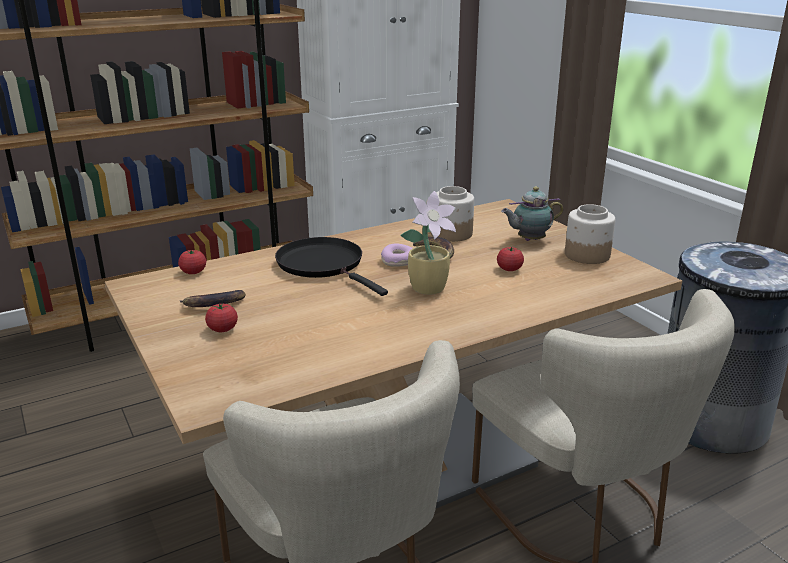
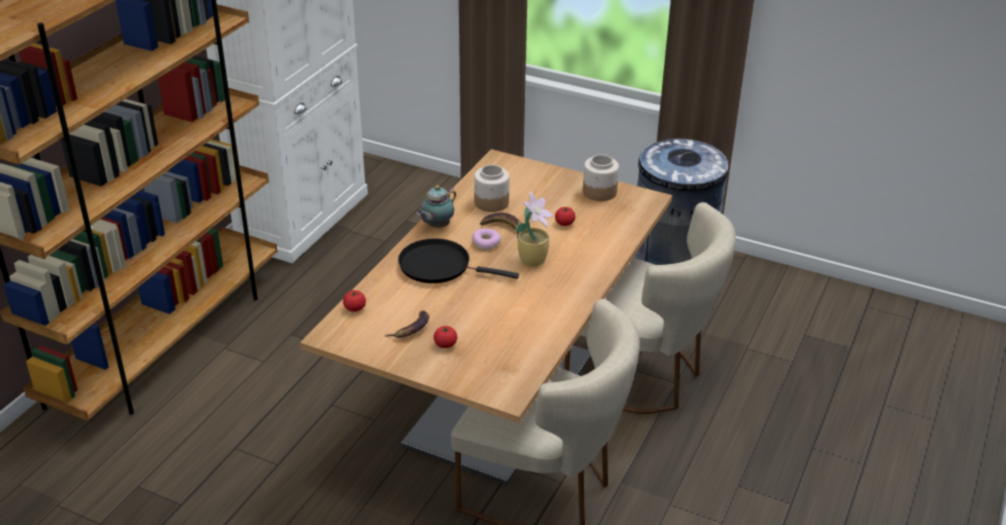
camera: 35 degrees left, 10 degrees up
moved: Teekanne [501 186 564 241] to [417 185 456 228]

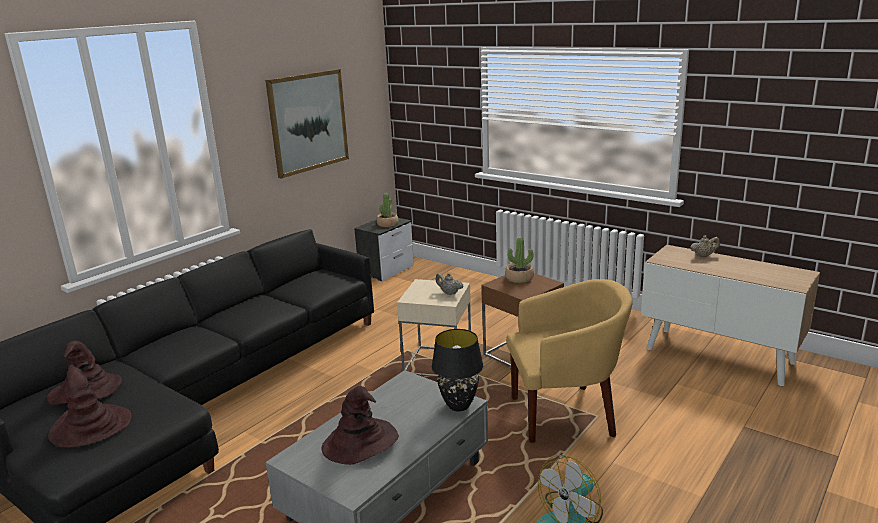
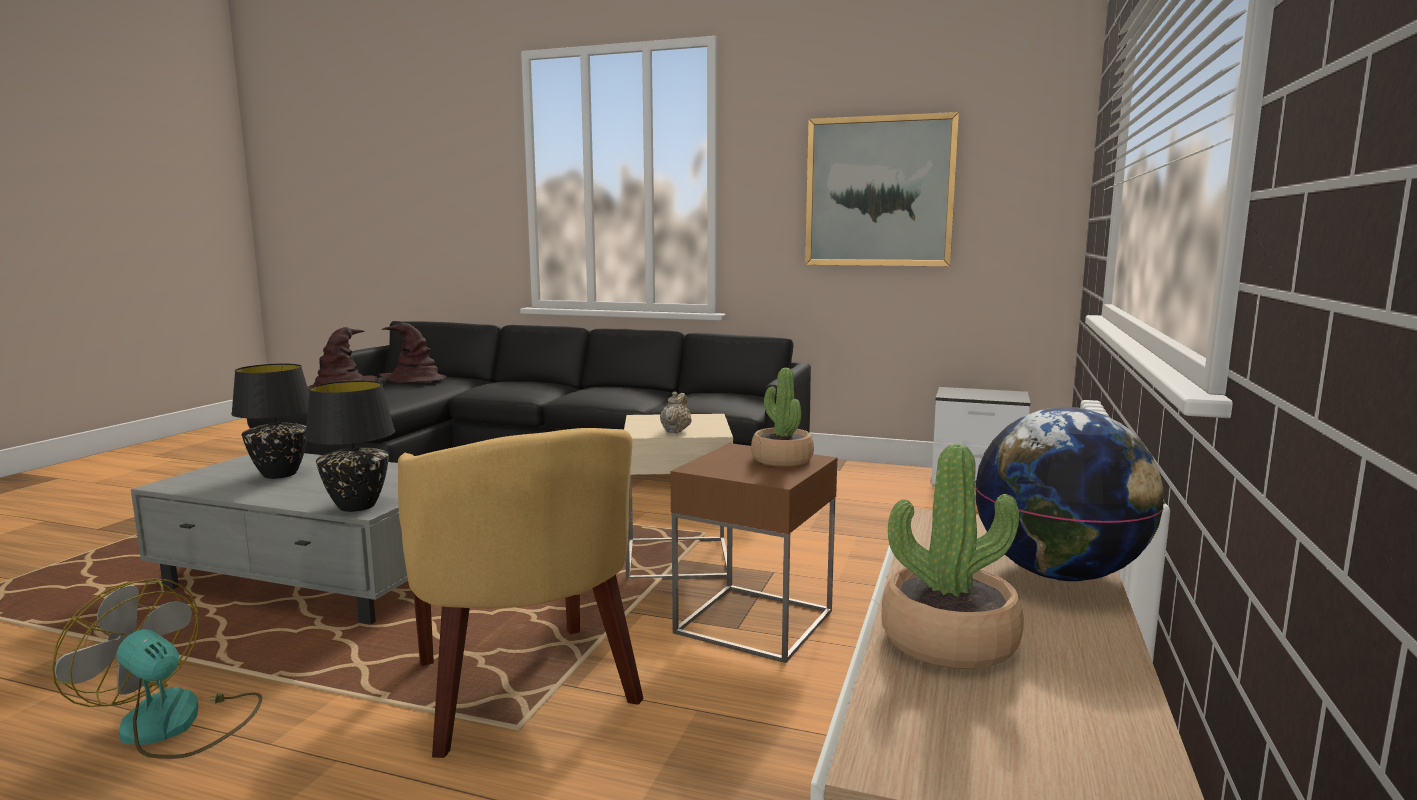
camera: 70 degrees right, 10 degrees down
moved: Topfpflanze [377 193 399 227] to [882 444 1024 669]
replaced: Hut [braun] [322 386 399 465] to Tischlampe [schwarz] [231 364 309 479]; Teekanne [beige] [690 235 720 257] to Globus [975 407 1164 581]

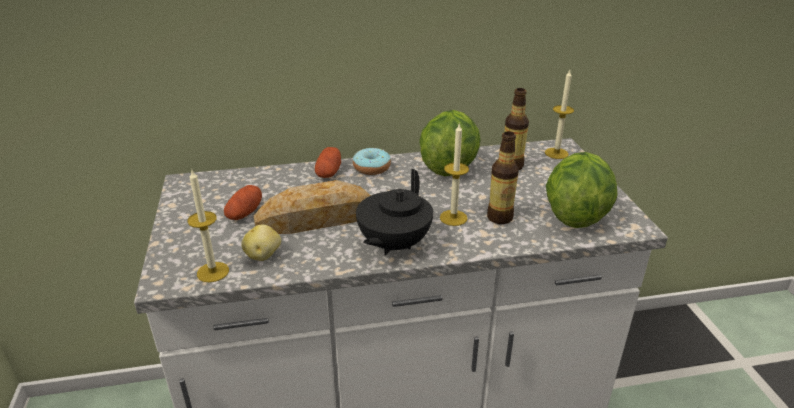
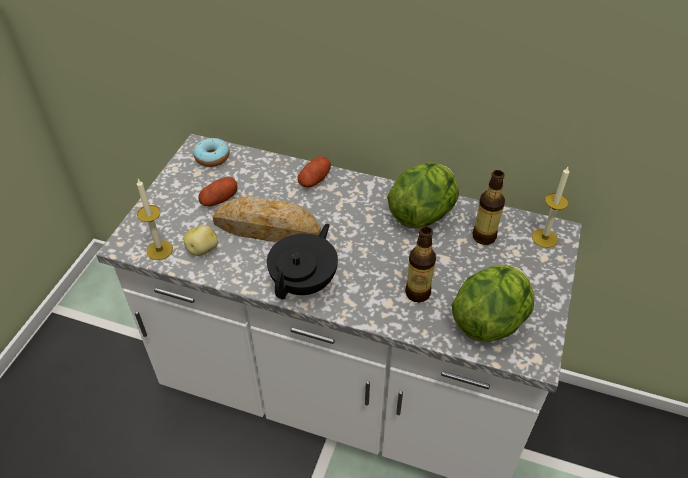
camera: 30 degrees right, 15 degrees up
removed: Kerze [440 124 469 226]
moved: Donut [353 148 391 175] to [193 138 230 167]
turned: Teekanne [schwarz] [356 169 433 255] = [267 223 338 299] 150 degrees clockwise

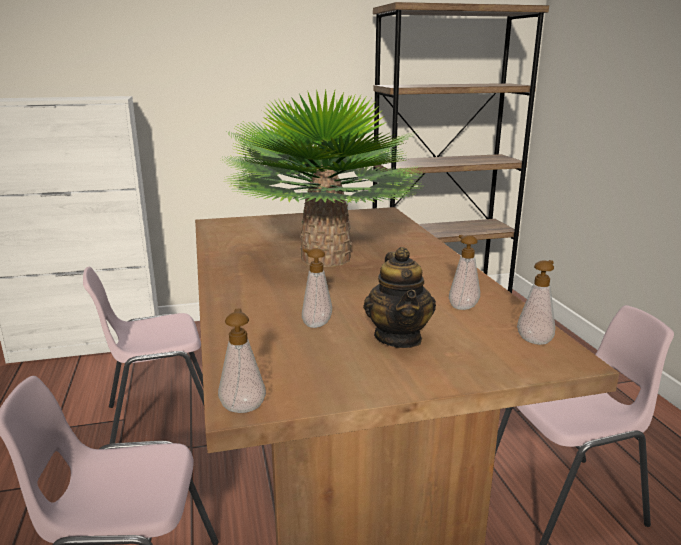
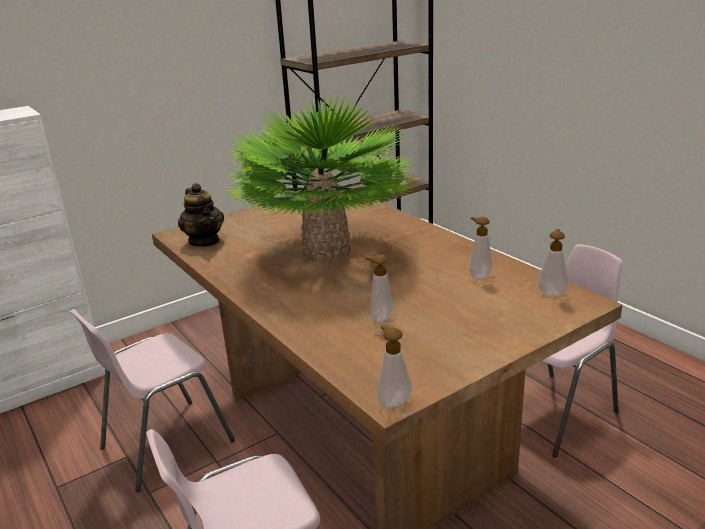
camera: 20 degrees left, 5 degrees up
moved: Teekanne [363 247 436 348] to [178 183 224 247]

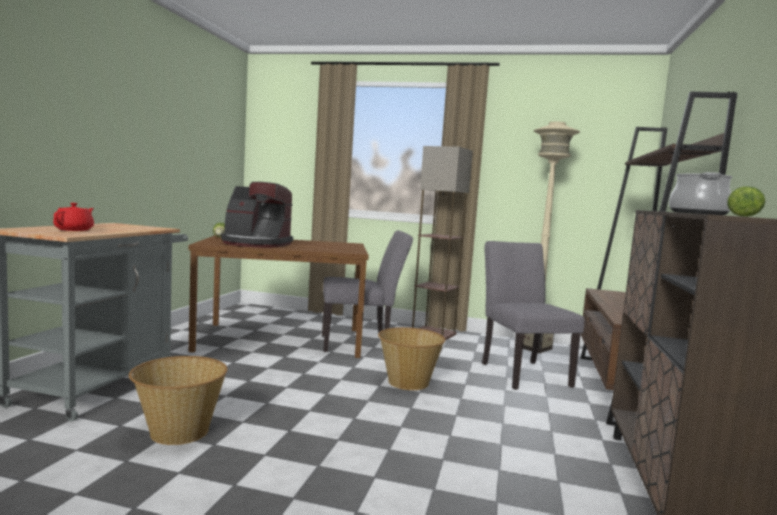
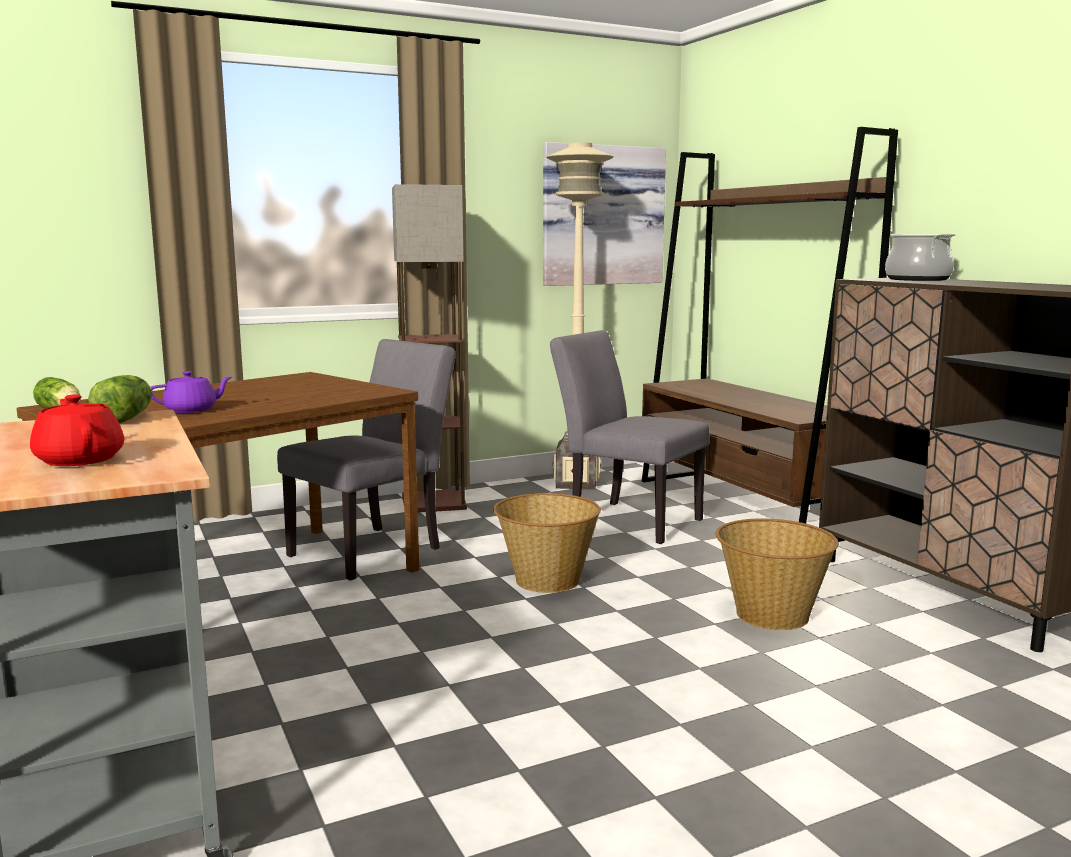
camera: 40 degrees left, 5 degrees up
added: Bild [543 142 666 286]
moved: Korb [129 356 228 445] to [716 518 839 630]; Salatkopf [727 187 765 217] to [88 375 152 423]
replaced: Kaffeemaschine [221 182 293 248] to Teekanne [lila] [151 371 232 413]

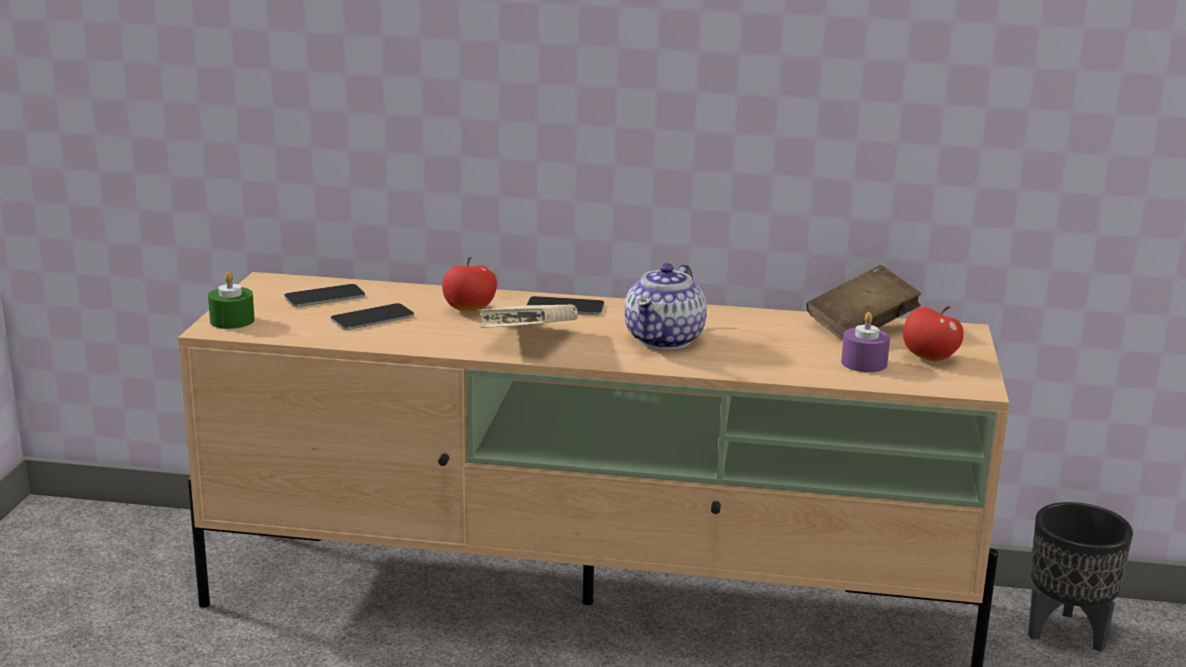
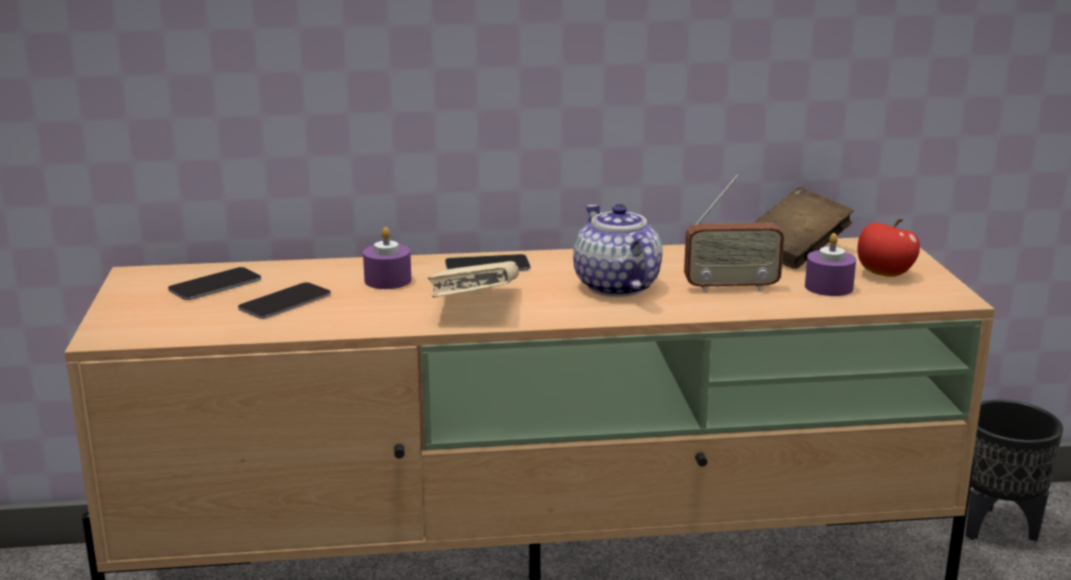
camera: 15 degrees left, 0 degrees up
removed: Kerze [grün] [208 272 255 329]
added: Radio [684 175 784 293]
replaced: Apfel [442 257 497 311] to Kerze [lila] [363 227 412 289]
turned: Teekanne [625 263 707 350] = [573 204 662 297] 150 degrees clockwise

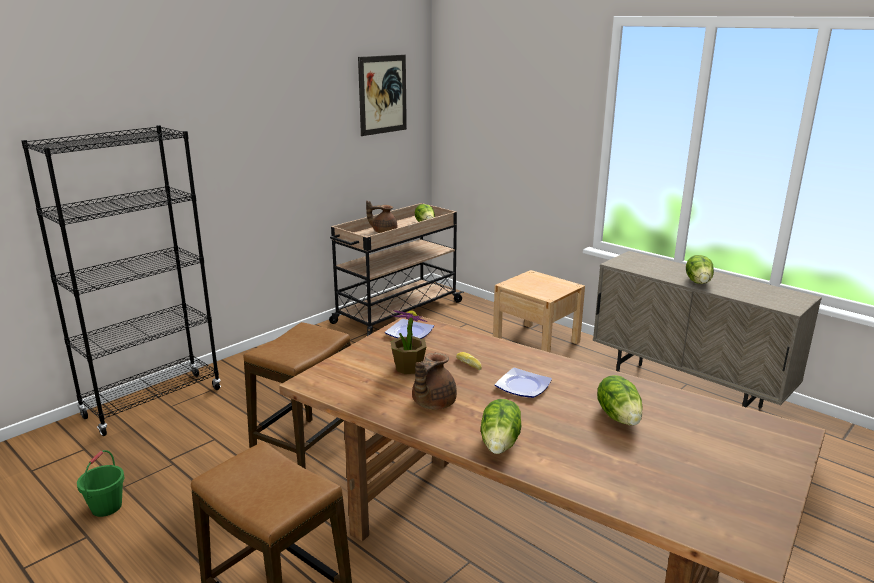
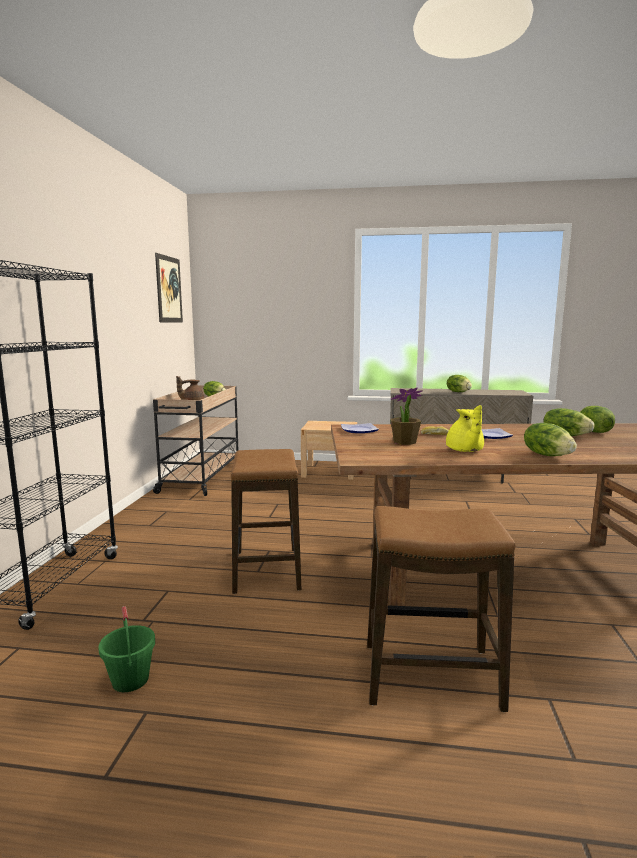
camera: 35 degrees left, 10 degrees down
added: Salatkopf [580 406 615 433]
recoloured: Teekanne [braun] [412 353 457 410] to Teekanne [gelb] [446 405 484 452]

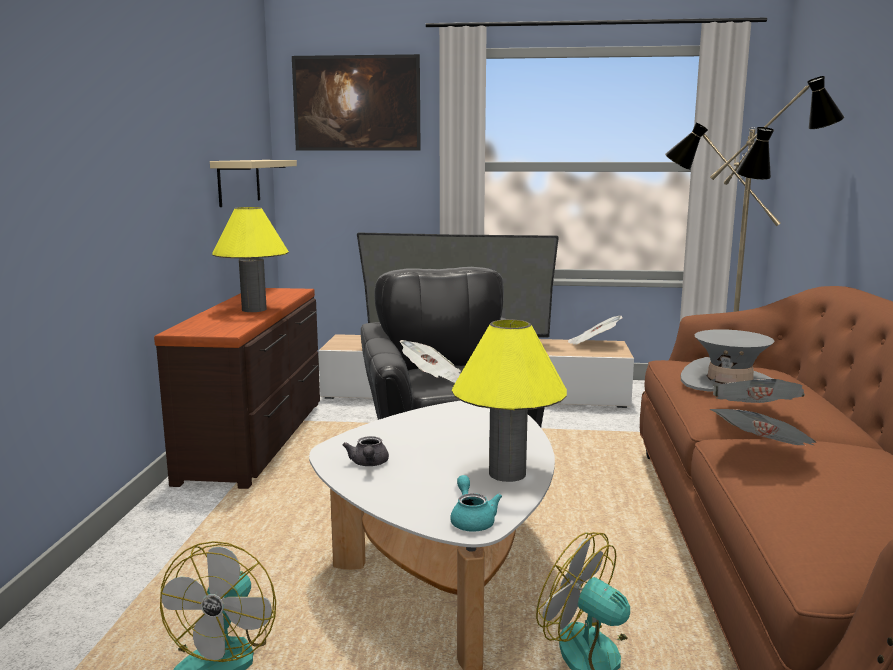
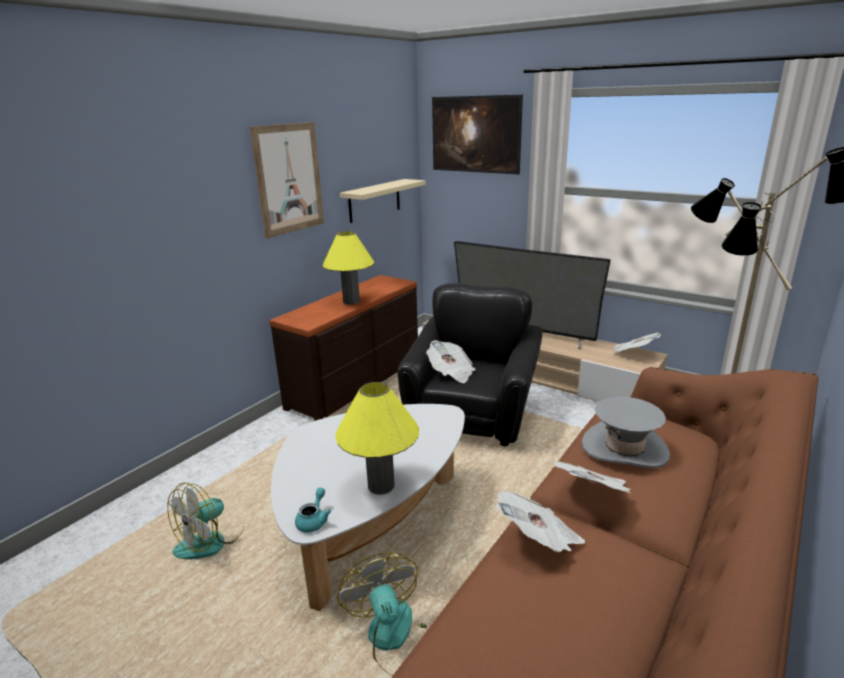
camera: 30 degrees right, 10 degrees up
removed: Teekanne [grau] [343 436 389 466]
added: Bild [250 122 324 239]

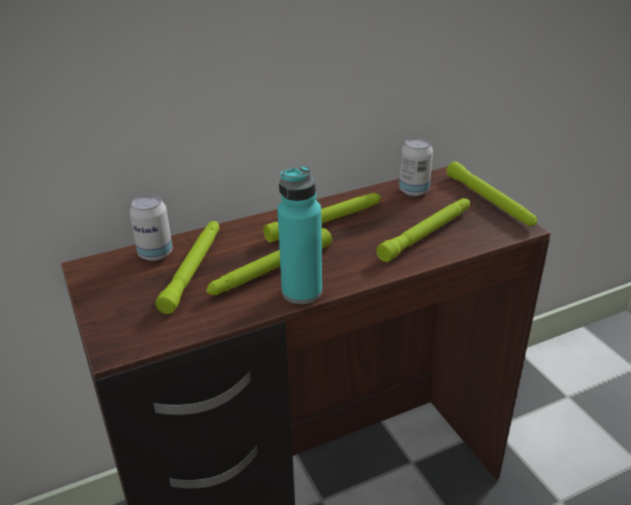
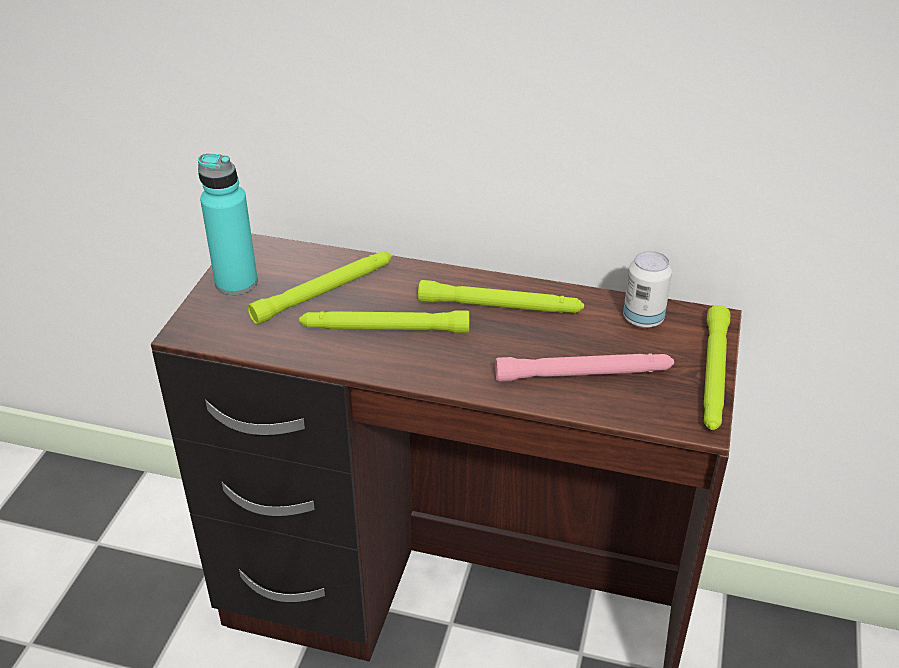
camera: 40 degrees right, 5 degrees up
removed: Dose [129 195 173 261]
moved: Flasche [türkis] [277 166 322 304] to [198 153 258 295]
recoloured: Taschenlampe [grün] [376 198 470 262] to Taschenlampe [rosa] [495 354 674 382]

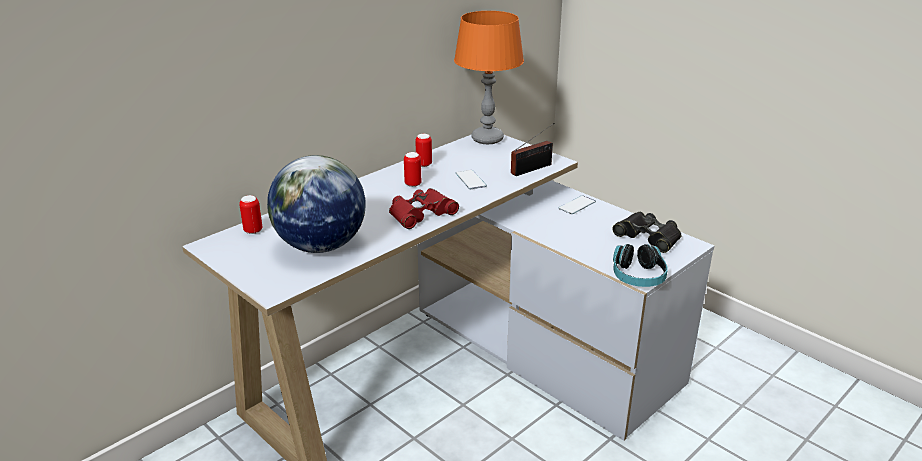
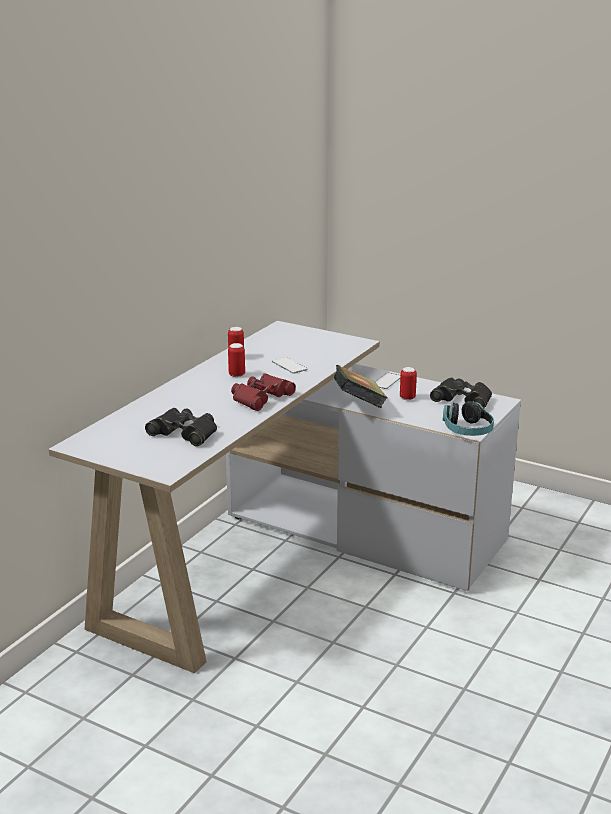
camera: 15 degrees left, 5 degrees down
removed: Tischlampe [orange] [454 11 524 144]; Radio [511 123 555 176]
added: Buch [334 365 387 408]
moved: Dose [239 195 262 234] to [400 367 417 400]
replaced: Globus [267 155 366 253] to Fernglas [schwarz] [145 408 217 447]

